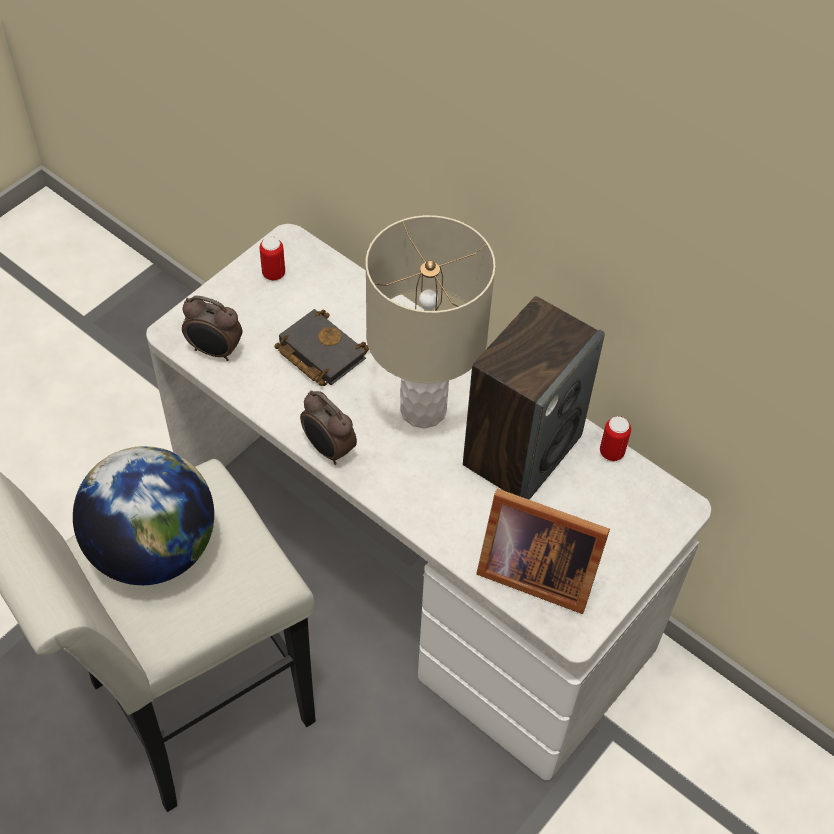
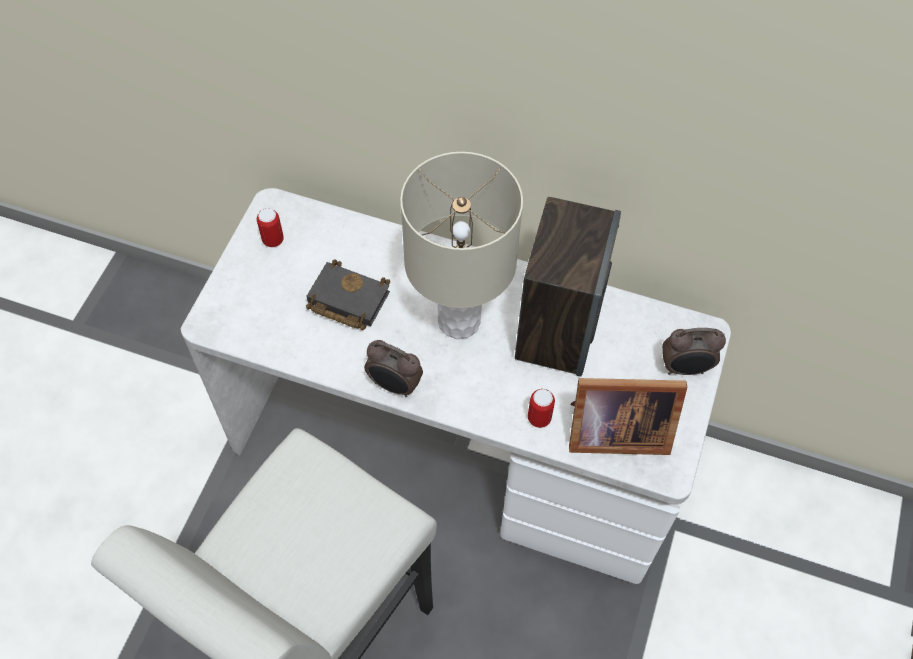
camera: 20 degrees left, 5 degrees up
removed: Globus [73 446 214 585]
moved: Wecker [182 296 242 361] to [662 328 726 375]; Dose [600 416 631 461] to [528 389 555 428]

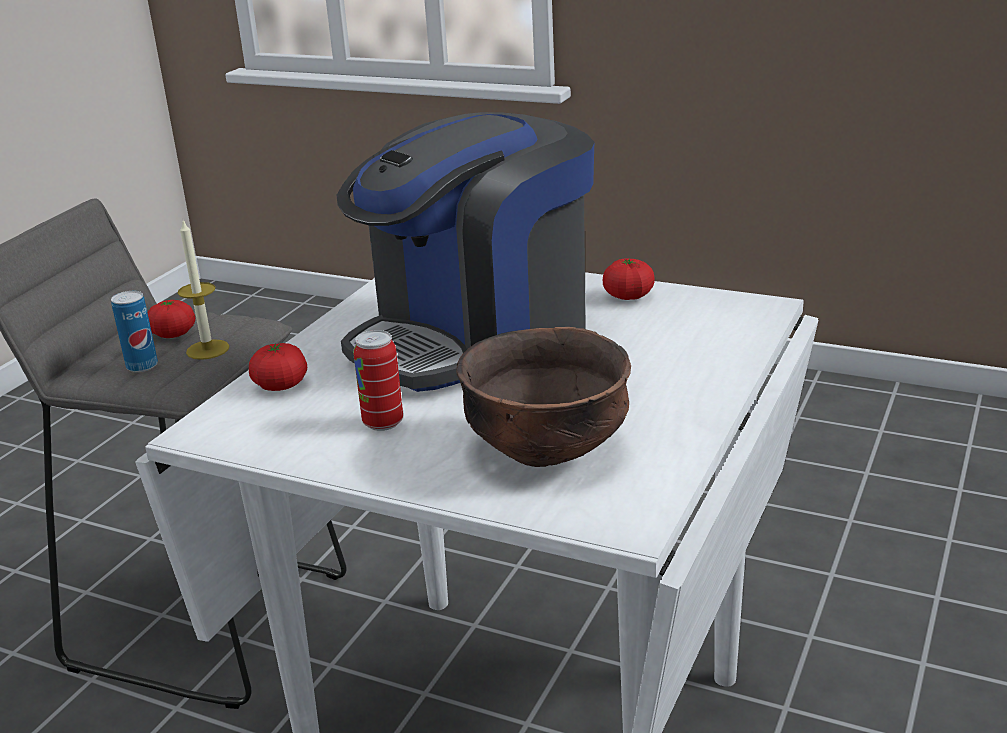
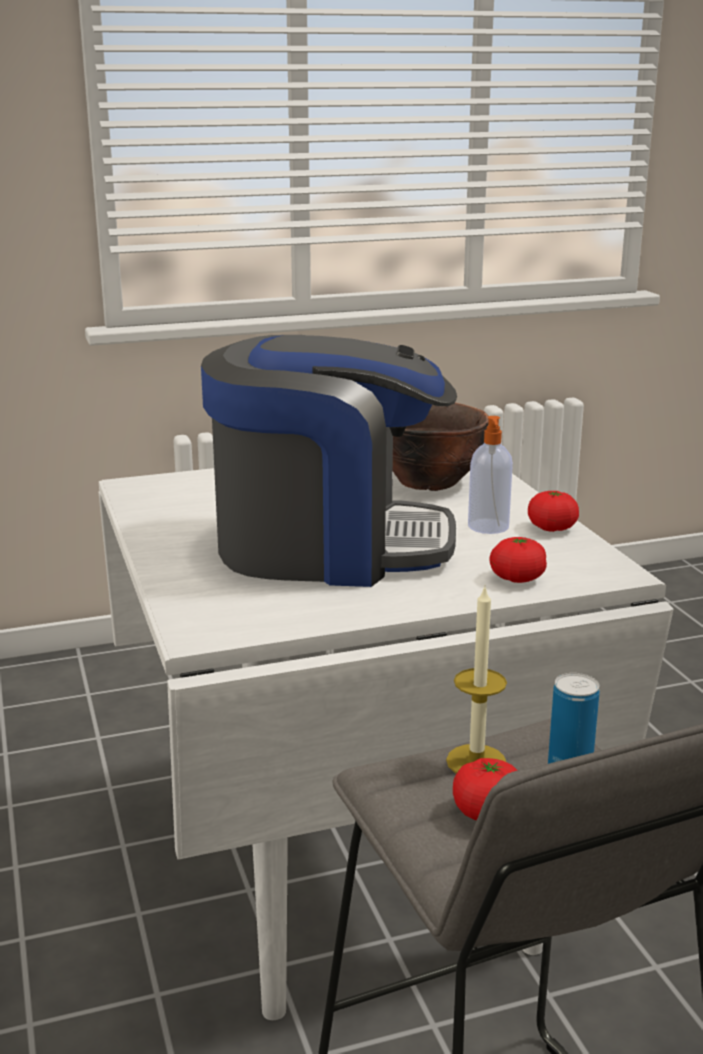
camera: 135 degrees left, 5 degrees down
moved: Tomate [603 258 655 300] to [528 491 579 532]
replaced: Dose [353 330 403 431] to Seifenspender [468 416 513 534]

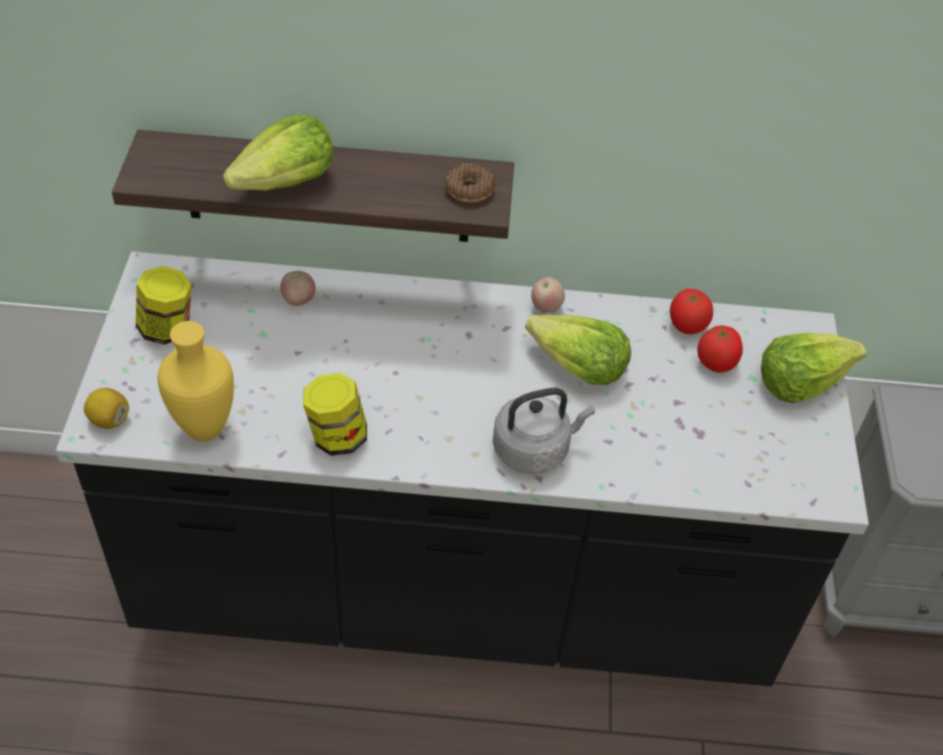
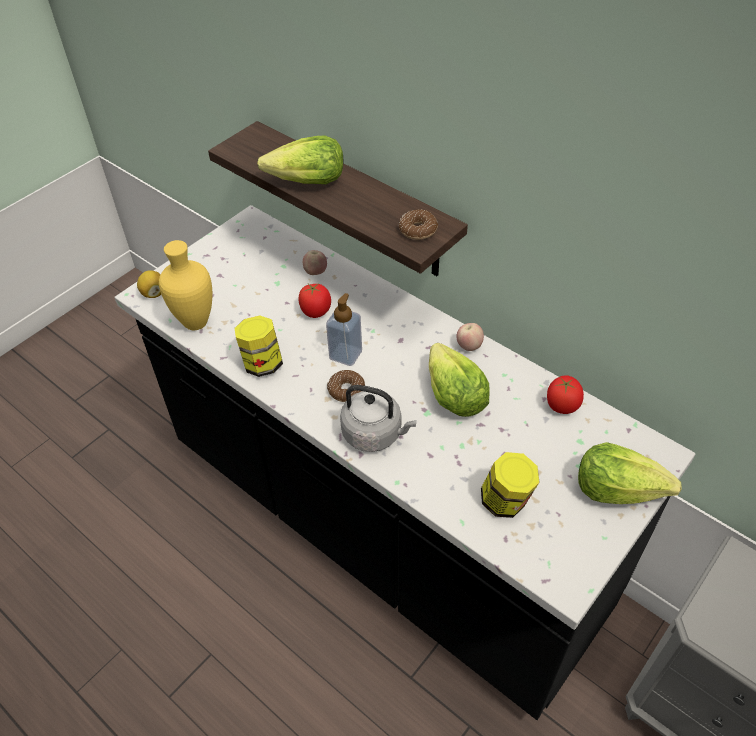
camera: 40 degrees right, 0 degrees up
added: Seifenspender [326 293 362 366]; Donut [327 370 365 402]
moved: Vorratsglas [136 266 192 345] to [481 452 539 518]; Tomate [697 325 743 372] to [299 283 331 318]

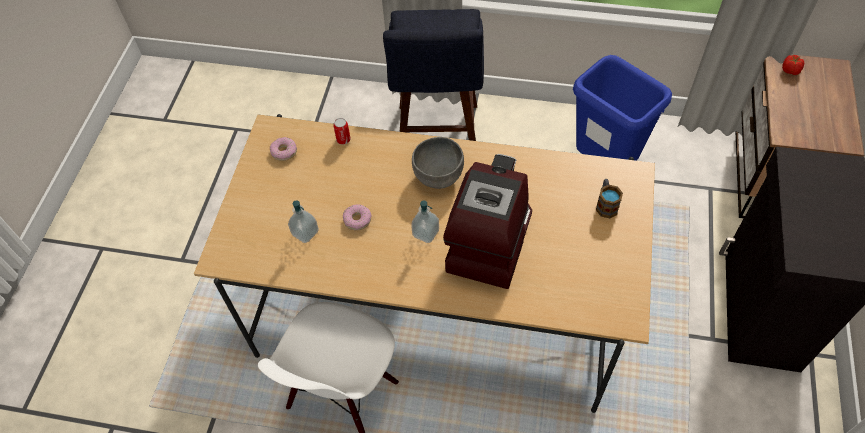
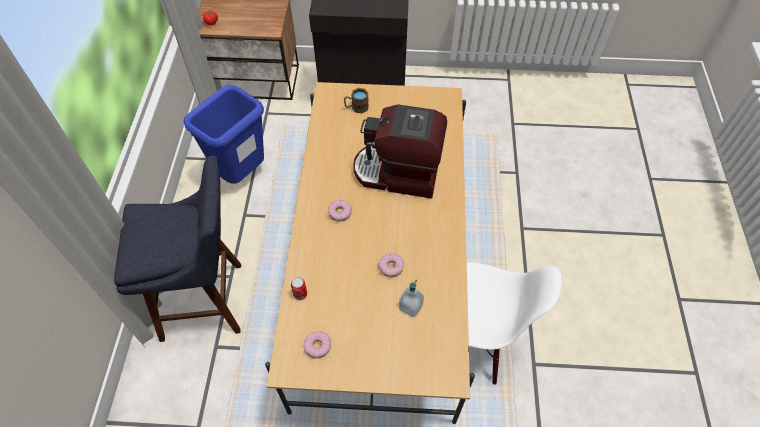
camera: 100 degrees left, 0 degrees up
removed: Seifenspender [411 200 439 243]
replaced: Schüssel [grau] [412 137 464 189] to Donut [328 200 352 222]

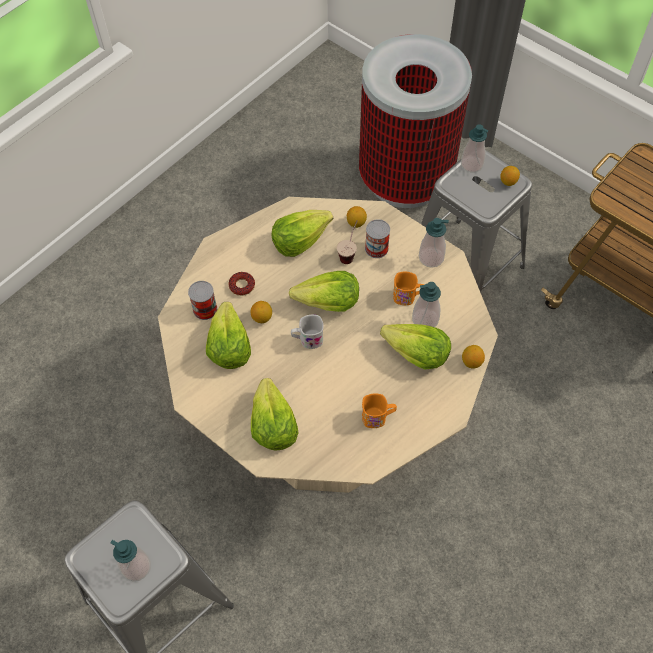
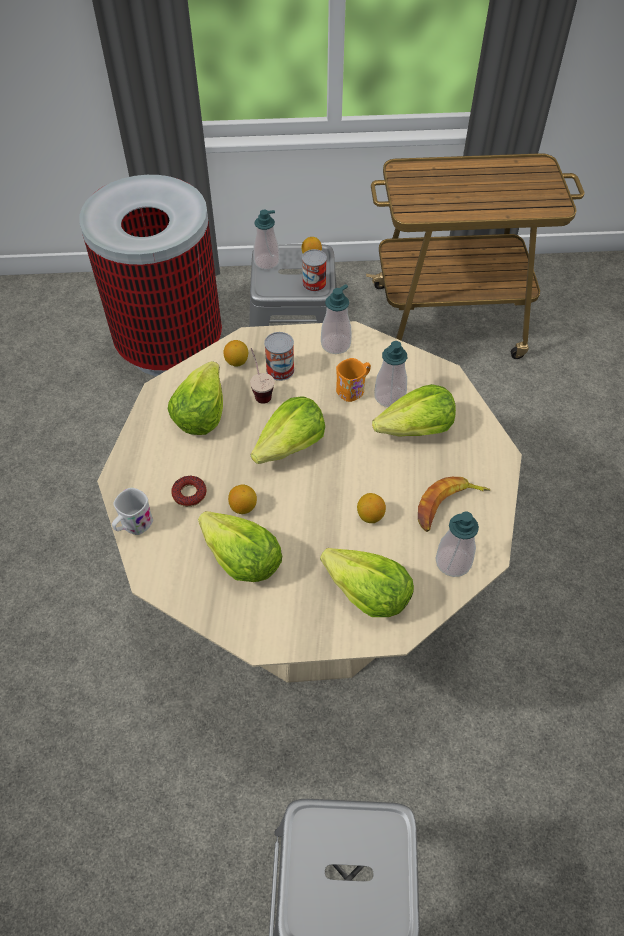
camera: 45 degrees left, 5 degrees down
moved: Seifenspender [111 540 151 581] to [435 511 479 577]; Dose [188 281 218 320] to [302 249 327 292]; Henkelbecher [weiß] [291 315 324 349] to [112 488 153 535]; Zitrone [462 345 485 369] to [357 493 386 523]
replaced: Henkelbecher [orange] [362 393 397 428] to Banane [418 477 490 532]

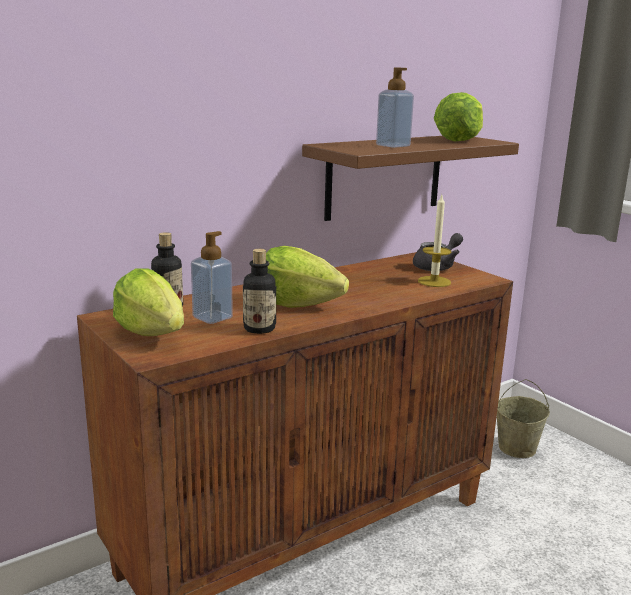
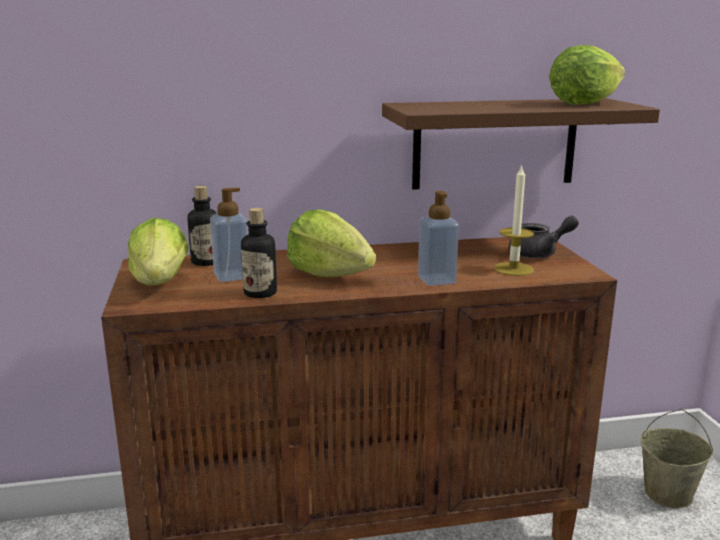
camera: 25 degrees right, 0 degrees up
moved: Seifenspender [376 67 414 148] to [418 191 459 286]

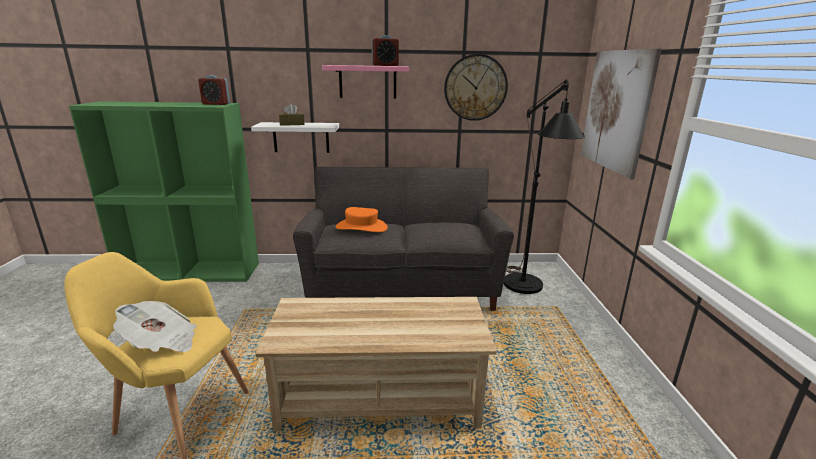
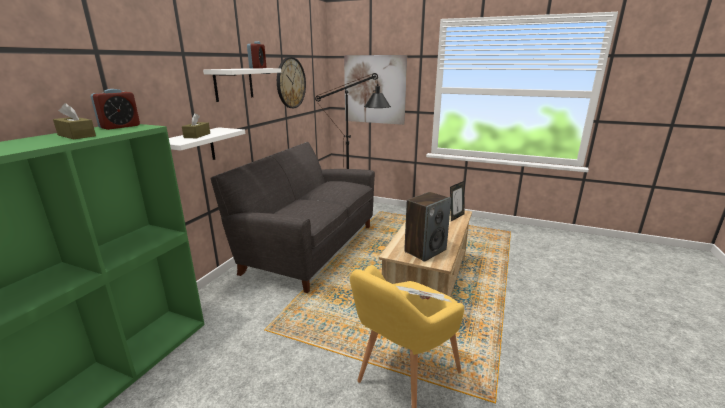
camera: 65 degrees left, 0 degrees up
removed: Hut [orange] [336 207 388 232]
added: Taschentuchbox [braun] [53 103 96 139]; Lautsprecher [404 192 451 262]; Bilderrahmen [450 181 465 221]
recoloured: Wandregal [rosa] [322 65 409 98] to Wandregal [weiß] [203 68 281 102]

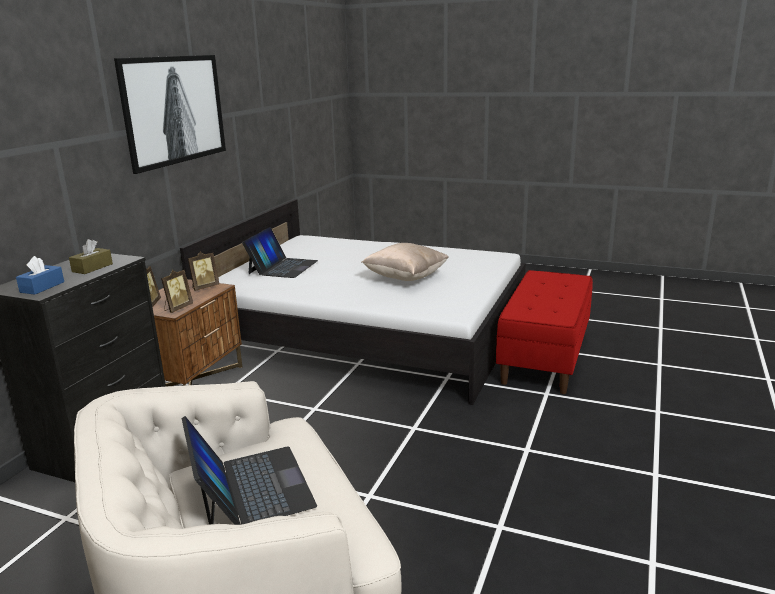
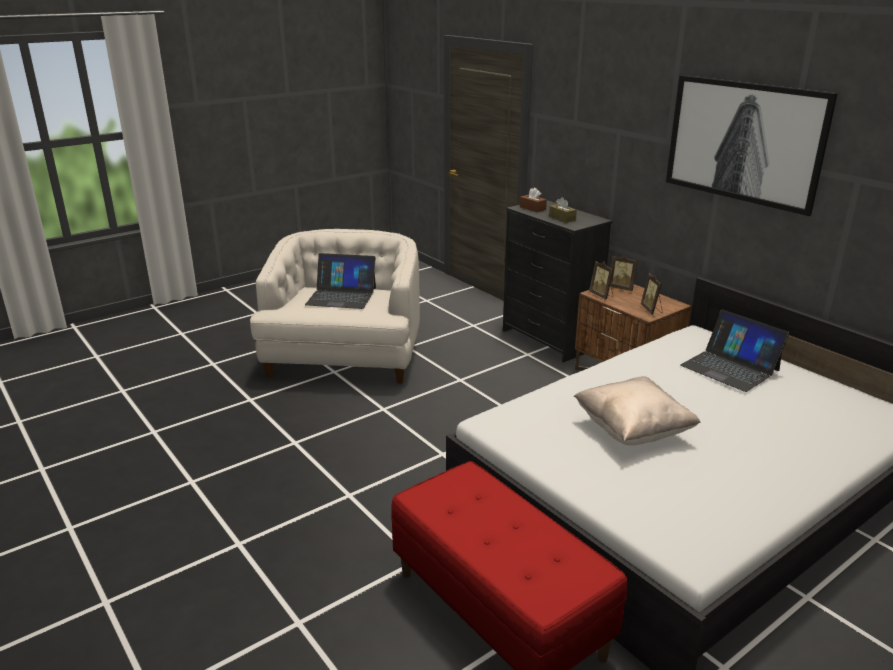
camera: 120 degrees right, 5 degrees up
recoloured: Taschentuchbox [blau] [16 256 64 294] to Taschentuchbox [braun] [520 187 547 212]

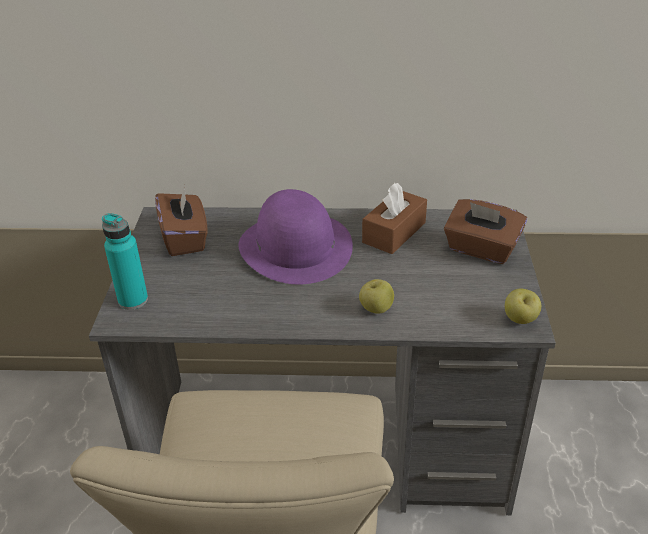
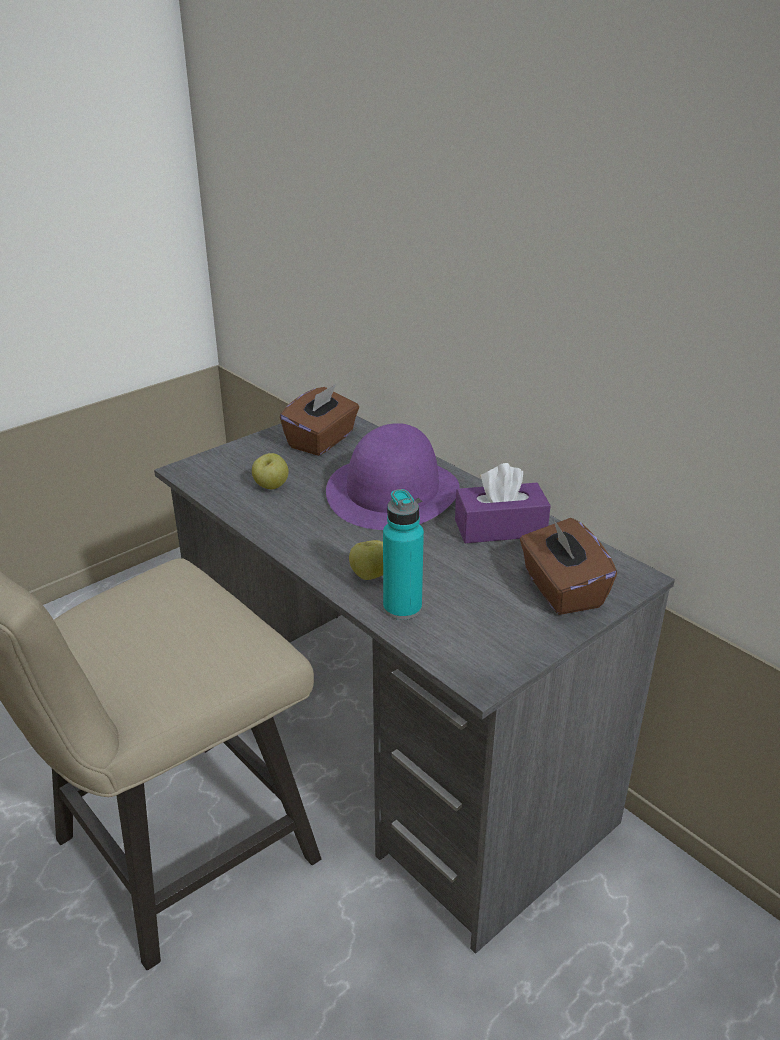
camera: 45 degrees right, 5 degrees down
moved: Flasche [türkis] [102 213 148 310] to [383 489 424 620]; Apfel [505 289 541 324] to [252 453 289 489]
recoloured: Taschentuchbox [braun] [362 183 427 254] to Taschentuchbox [lila] [455 463 551 543]

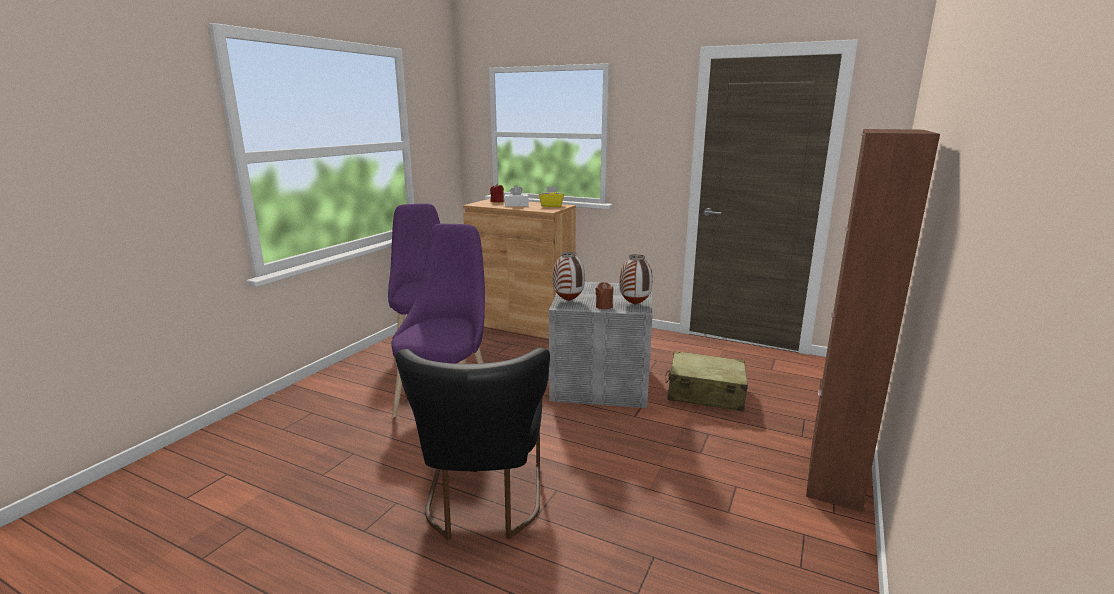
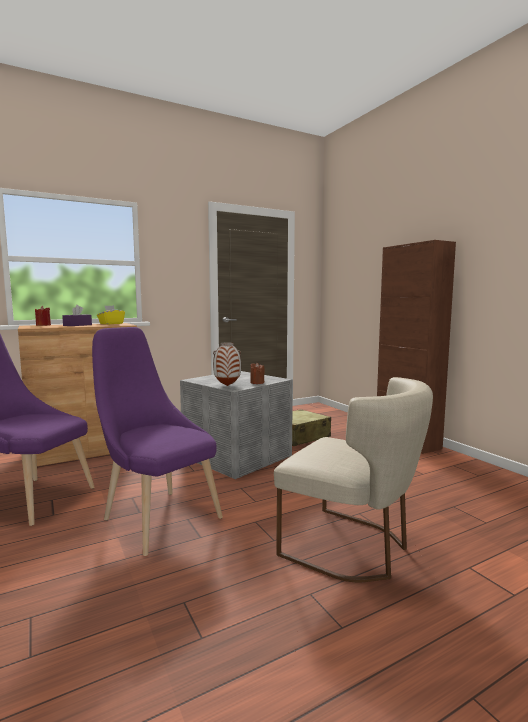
camera: 55 degrees left, 10 degrees down
removed: Vase [619 254 653 305]
recoloured: Stuhl [schwarz] [395 348 550 540] to Stuhl [beige] [274 377 433 582]; Taschentuchbox [weiß] [505 185 529 207] to Taschentuchbox [lila] [62 305 92 326]

